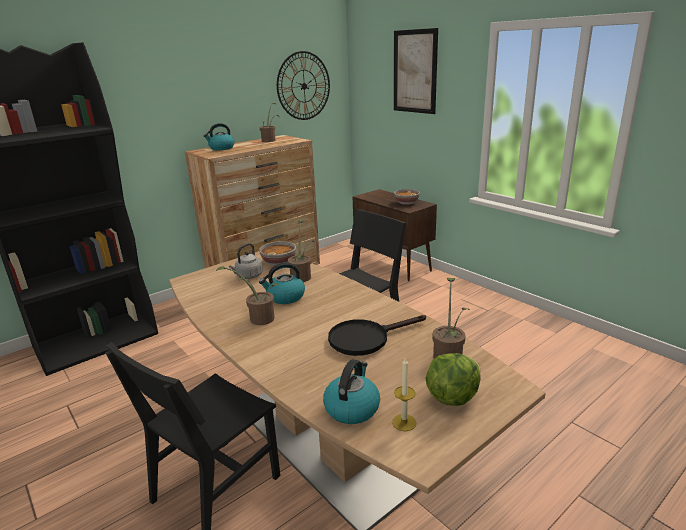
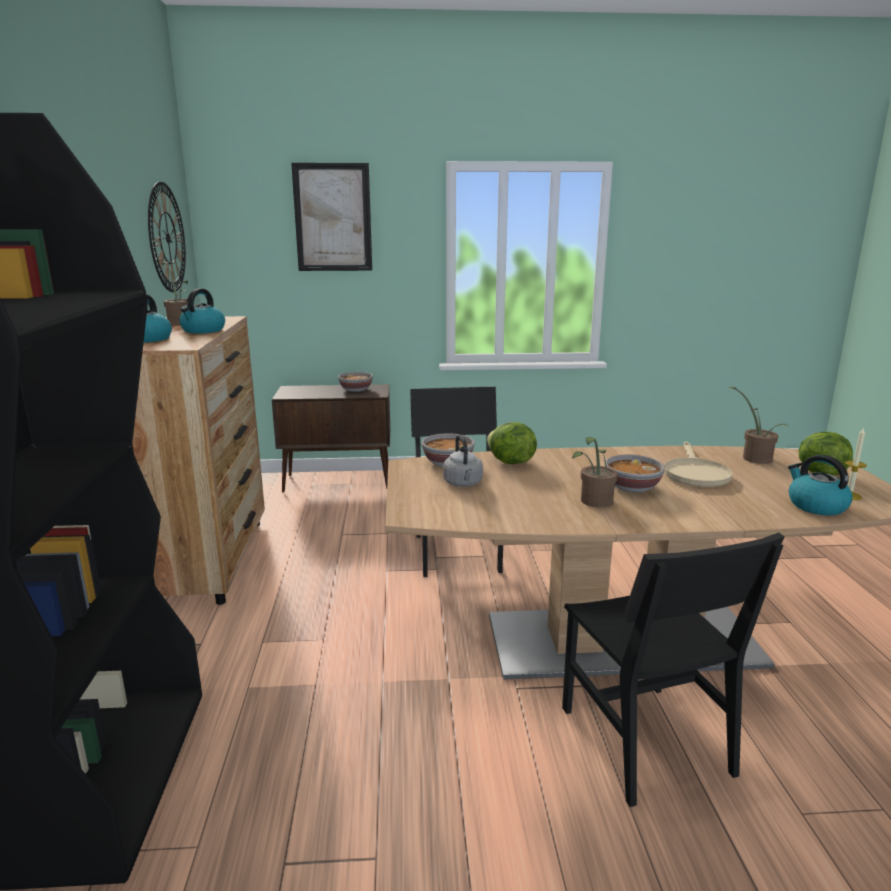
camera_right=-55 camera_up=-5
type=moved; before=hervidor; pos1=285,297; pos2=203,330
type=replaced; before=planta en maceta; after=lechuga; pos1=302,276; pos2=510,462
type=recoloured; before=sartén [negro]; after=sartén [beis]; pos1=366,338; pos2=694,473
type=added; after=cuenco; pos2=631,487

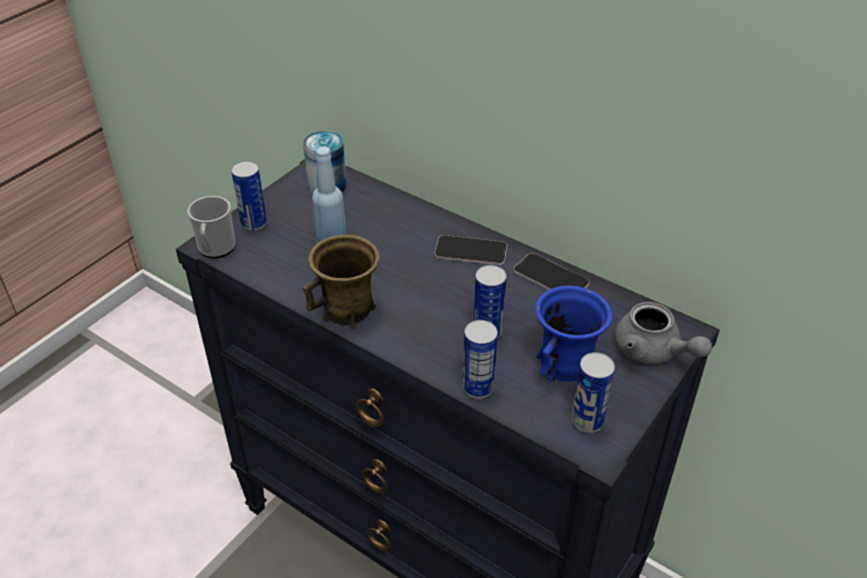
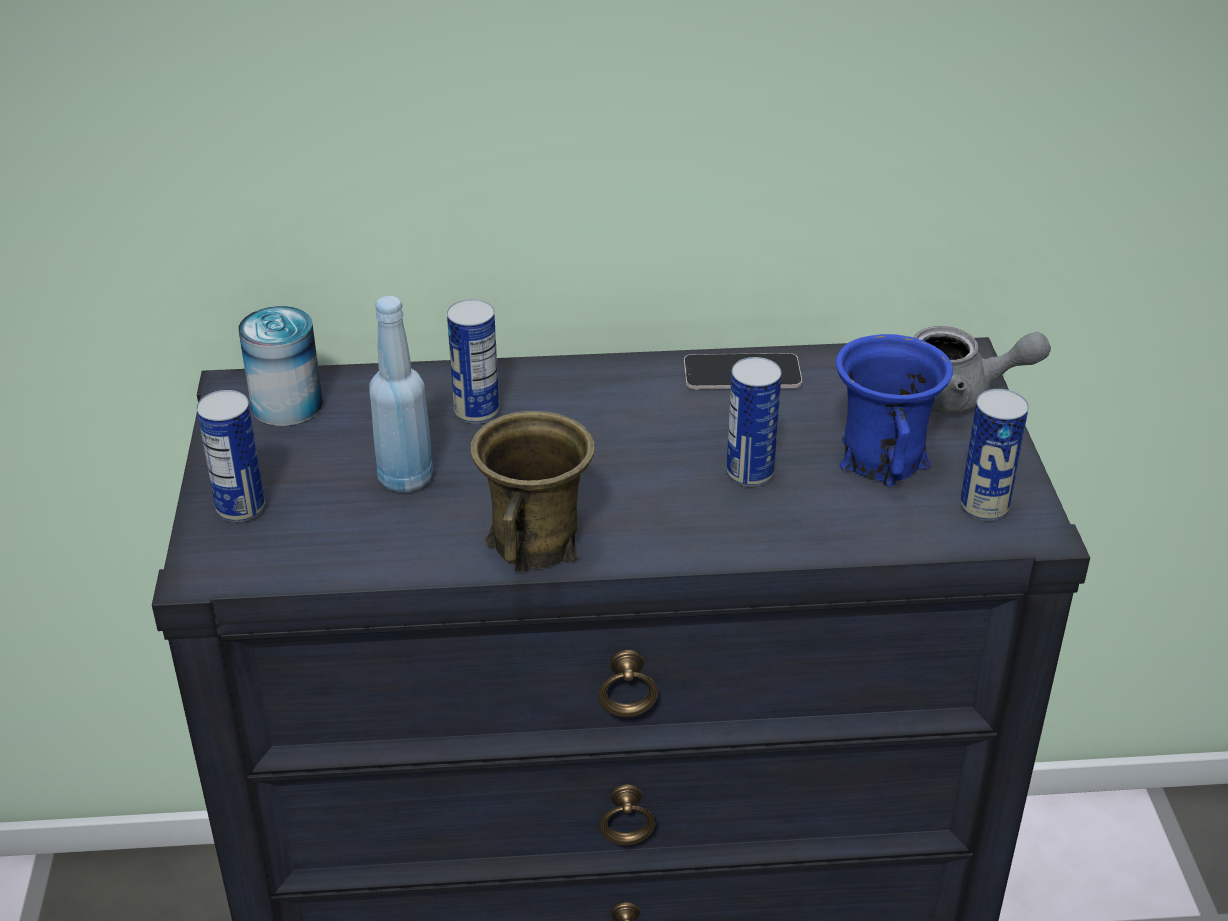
camera_right=-40 camera_up=-5
type=removed; before=taza grande; pos1=215,249
type=removed; before=móvil; pos1=471,251
type=moved; before=lata; pos1=478,388; pos2=476,411

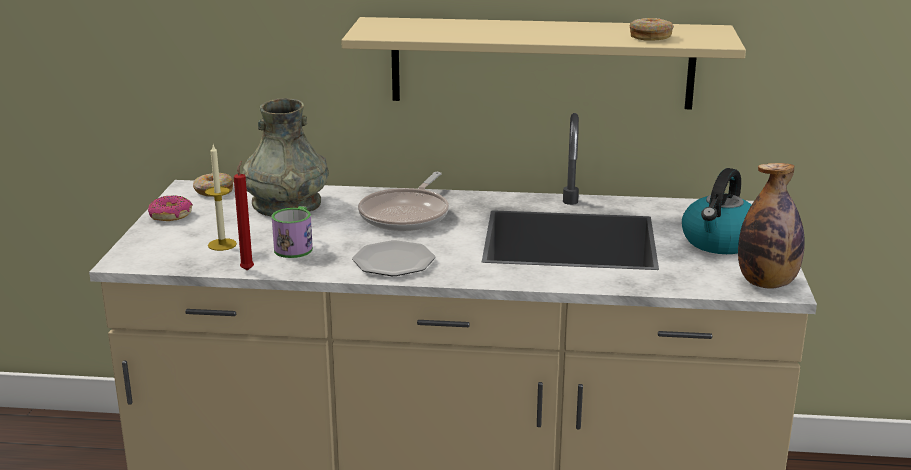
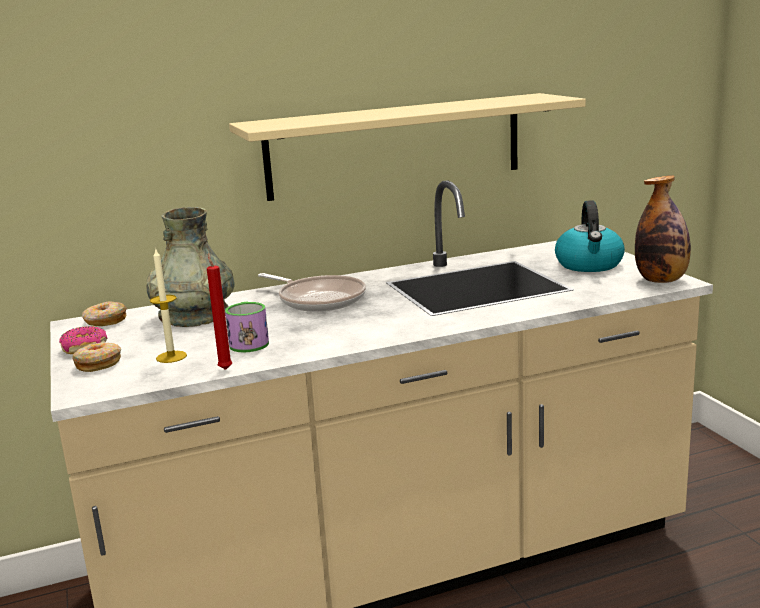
camera_right=-25 camera_up=-5
type=removed; before=plato; pos1=393,261
type=turned; before=sartén; pos1=407,215; pos2=318,299; turn=-45
type=moved; before=rosquilla; pos1=650,37; pos2=98,364

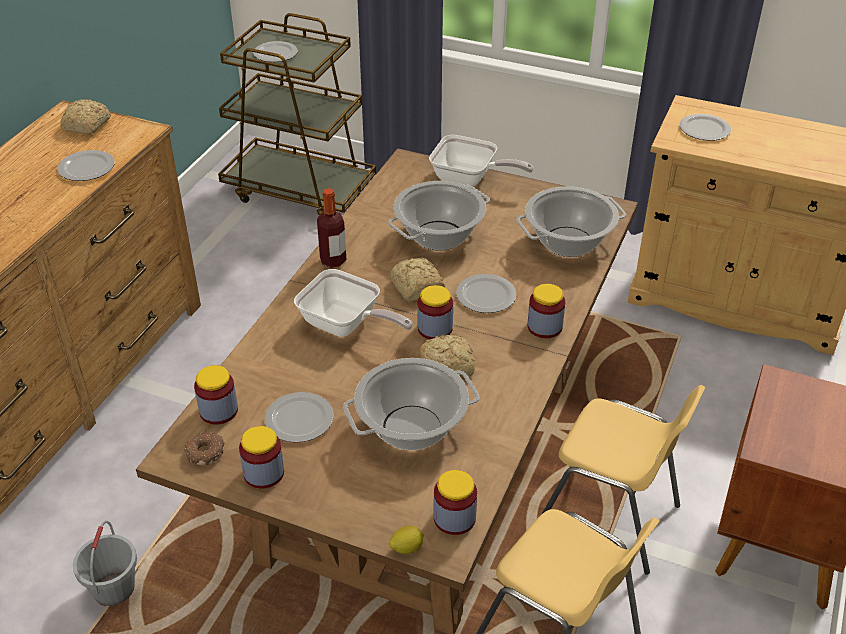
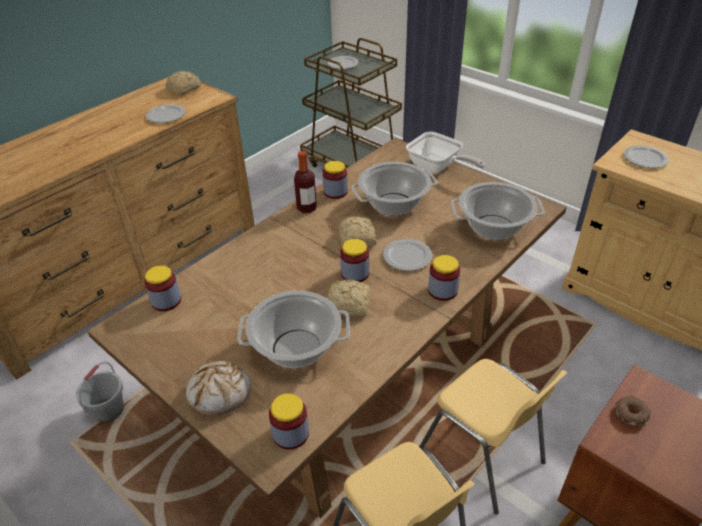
camera_right=20 camera_up=0
type=moved; before=rosquilla; pos1=205,452; pos2=631,413
type=moved; before=tarro; pos1=264,473; pos2=335,192
type=removed; before=plato; pos1=299,418
type=removed; before=sartén; pos1=346,326
type=removed; before=limón; pos1=406,548
type=added; after=pan; pos2=220,393

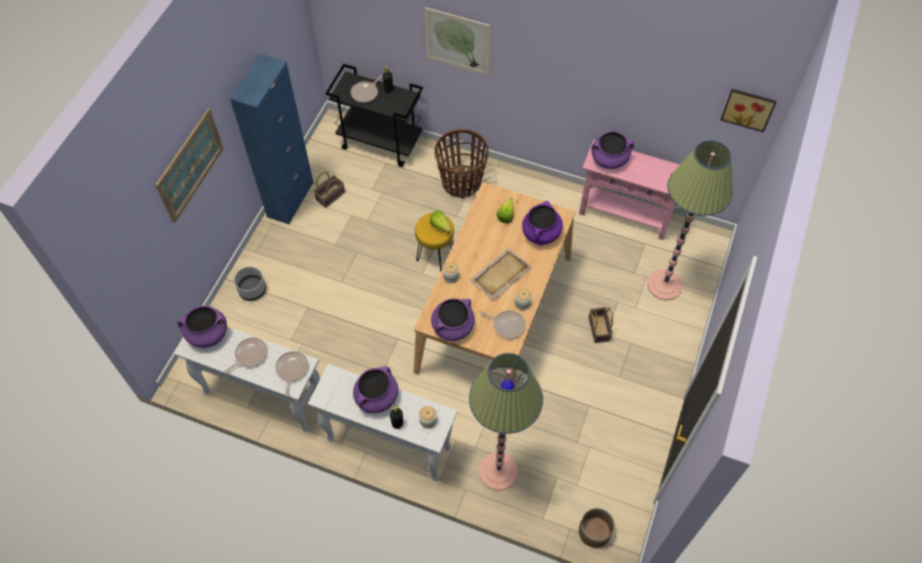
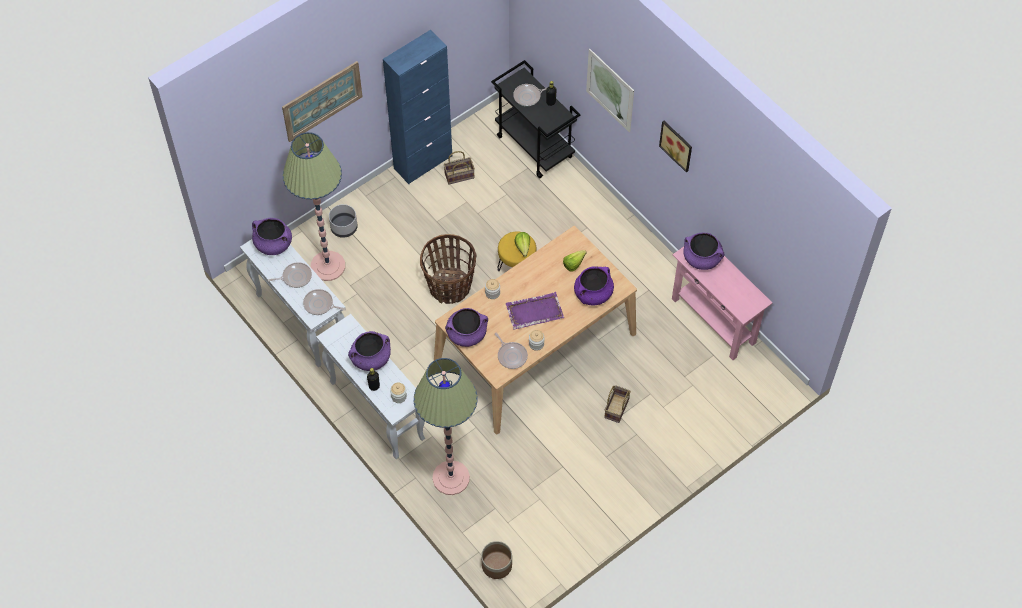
camera_right=30 camera_up=0
type=turned; before=sartén; pos1=292,370; pos2=320,304; turn=-105
type=moved; before=cesta; pos1=461,182; pos2=450,287
type=recoloured; before=bandeja [beis]; after=bandeja [morado]; pos1=500,275; pos2=534,312
type=moved; before=lámpara de pie; pos1=664,285; pos2=328,266
type=moved; before=cuadro; pos1=748,108; pos2=677,145

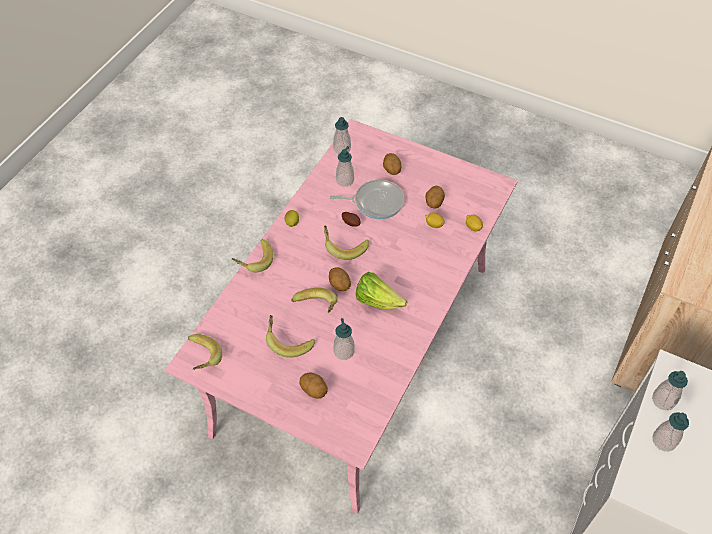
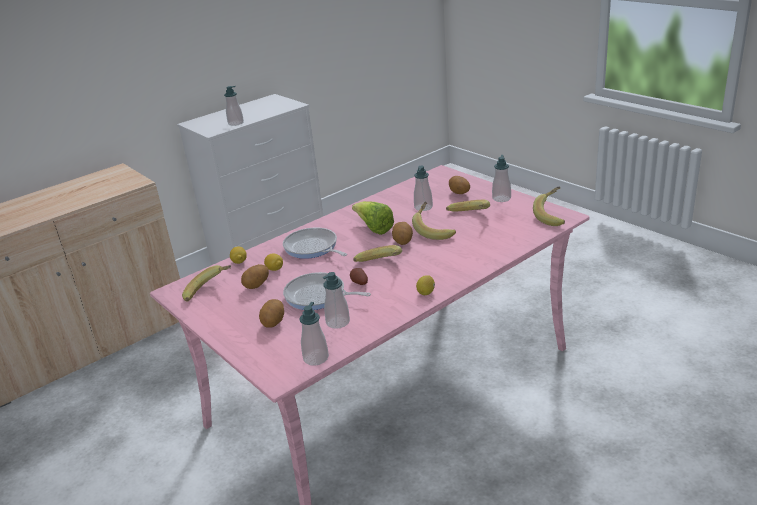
camera_right=-155 camera_up=-25
type=moved; before=plátano; pos1=253,261; pos2=210,292
type=moved; before=dispensador de jabón; pos1=664,440; pos2=501,198
type=added; after=sartén; pos2=312,248

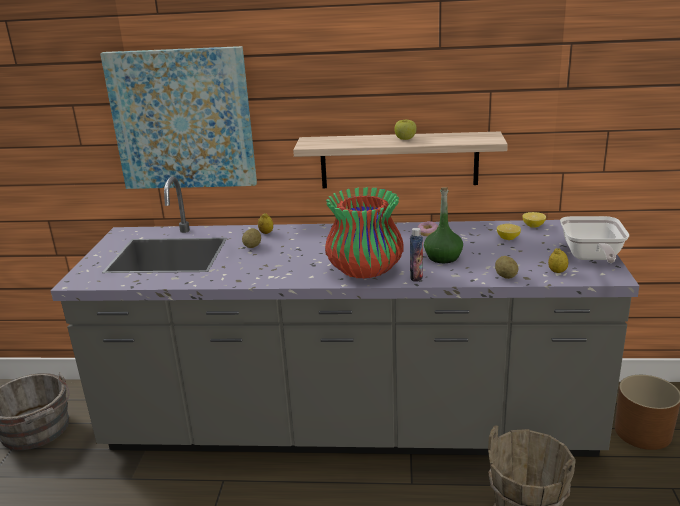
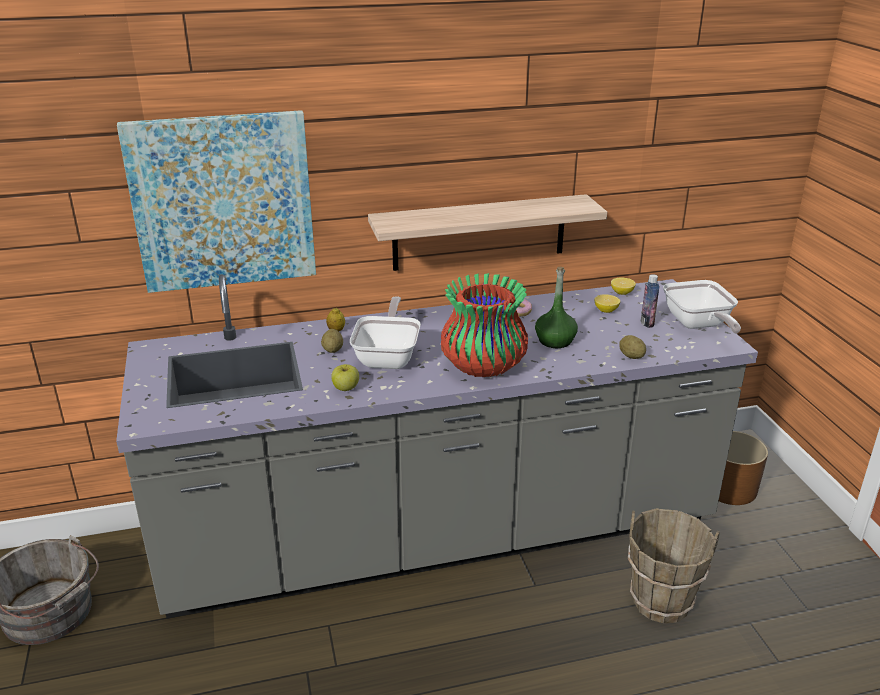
camera_right=-20 camera_up=5
type=moved; before=manzana; pos1=405,139; pos2=346,388
type=moved; before=botella; pos1=416,277; pos2=647,323
type=removed; before=limón; pos1=557,272
type=added; after=sartén; pos2=388,356

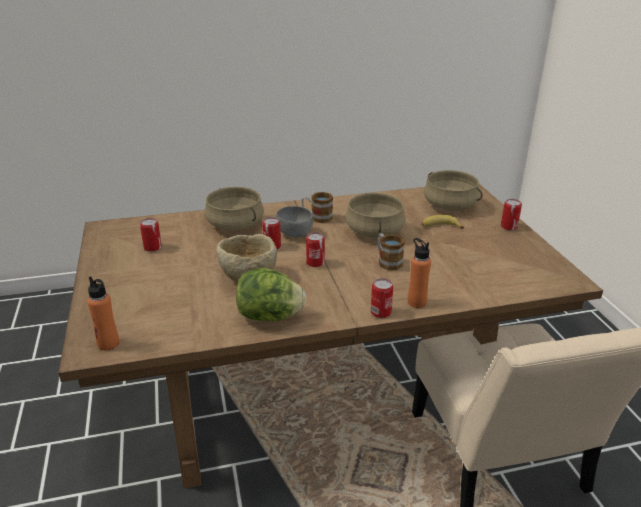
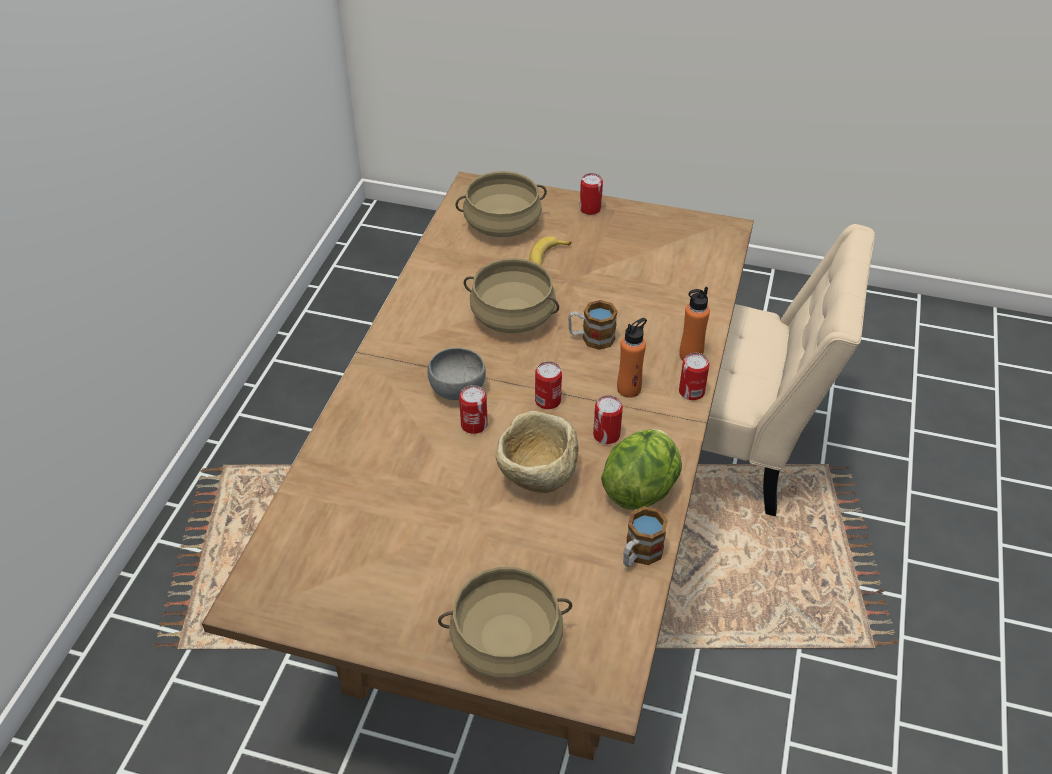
camera_right=-60 camera_up=15
type=moved; before=botella [naranja]; pos1=108,344; pos2=629,389
type=moved; before=lata; pos1=152,247; pos2=606,435
type=moved; before=olla [beis]; pos1=235,224; pos2=507,640
type=moved; before=taza grande; pos1=317,217; pos2=639,554

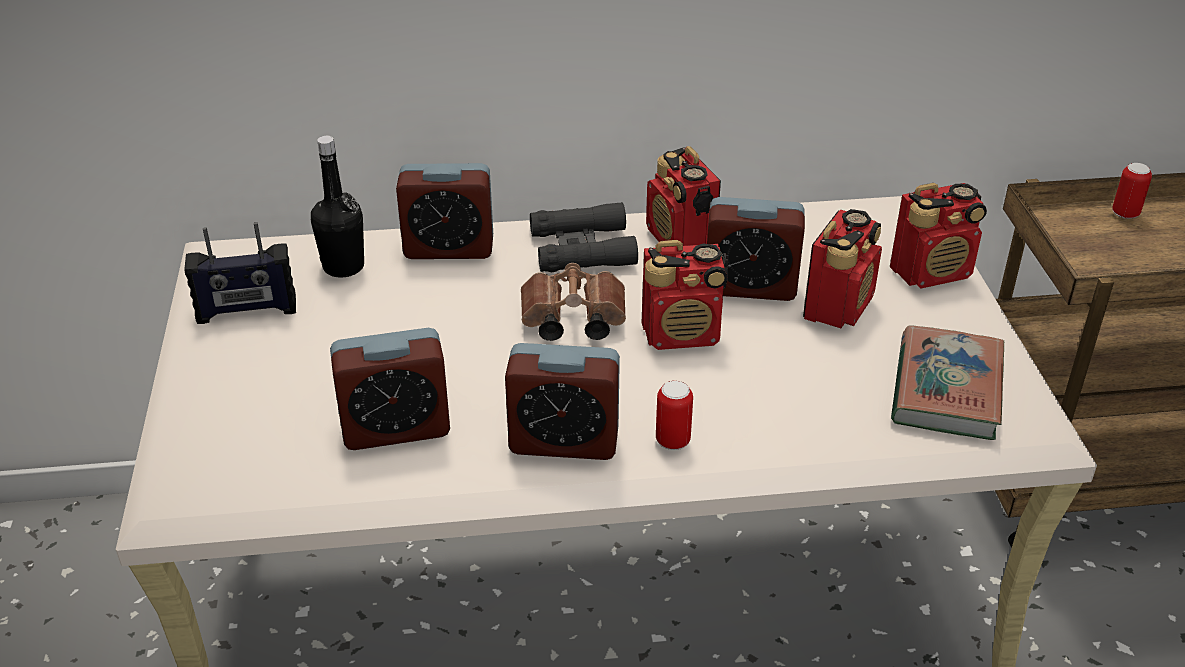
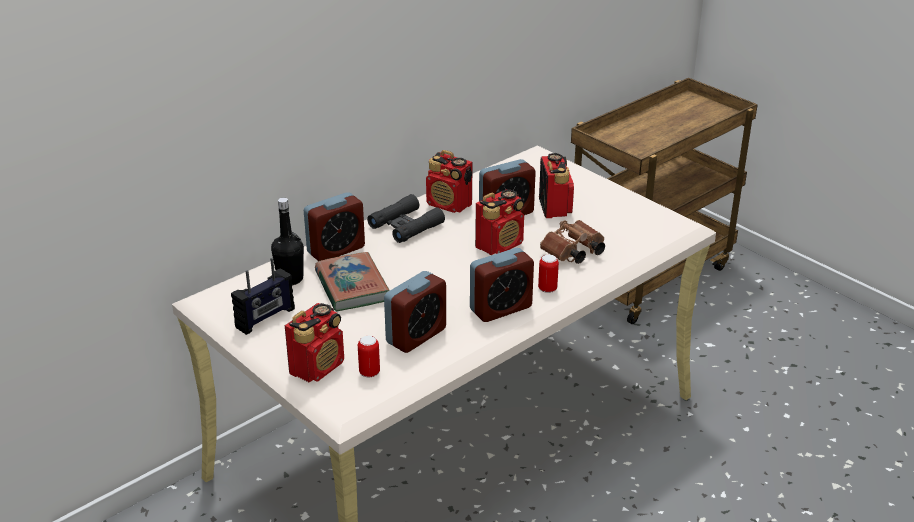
camera_right=-35 camera_up=-5
type=moved; before=prismáticos [marrón]; pos1=570,322; pos2=572,253
type=moved; before=radio; pos1=932,272; pos2=318,367
type=moved; before=libro; pos1=946,389; pos2=351,286
type=moved; before=lata; pos1=1125,213; pos2=369,372

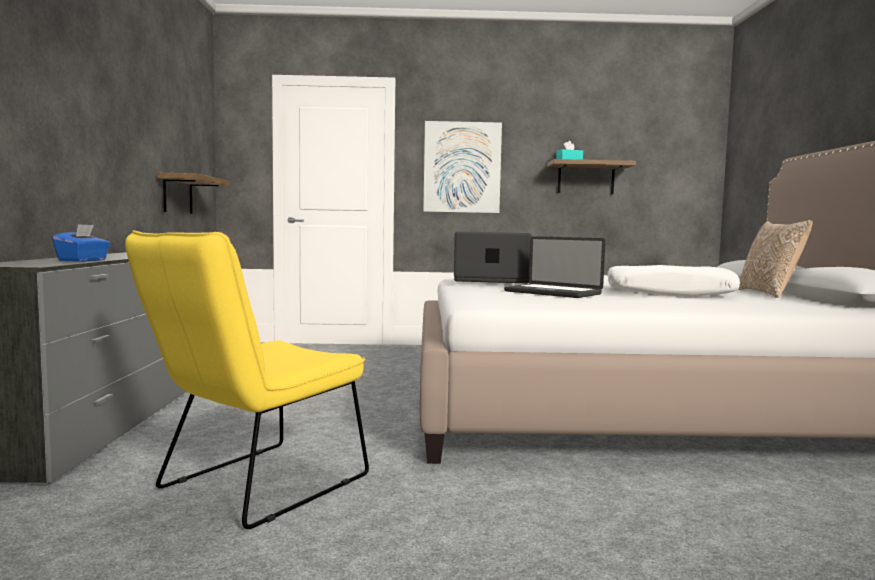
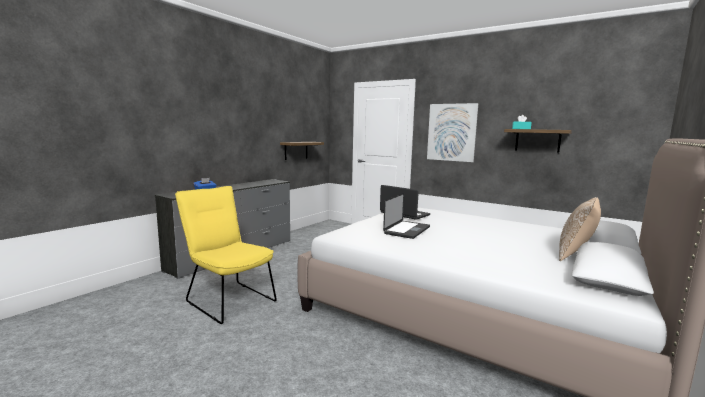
camera_right=35 camera_up=5
type=turned; before=silla [amarillo]; pos1=253,486; pos2=227,299; turn=60
type=turned; before=portátil; pos1=552,293; pos2=407,230; turn=-135
type=removed; before=cojín [blanco]; pos1=669,293

